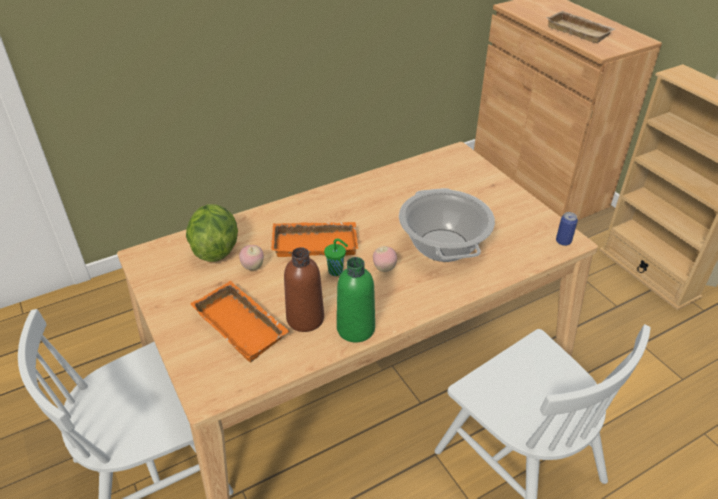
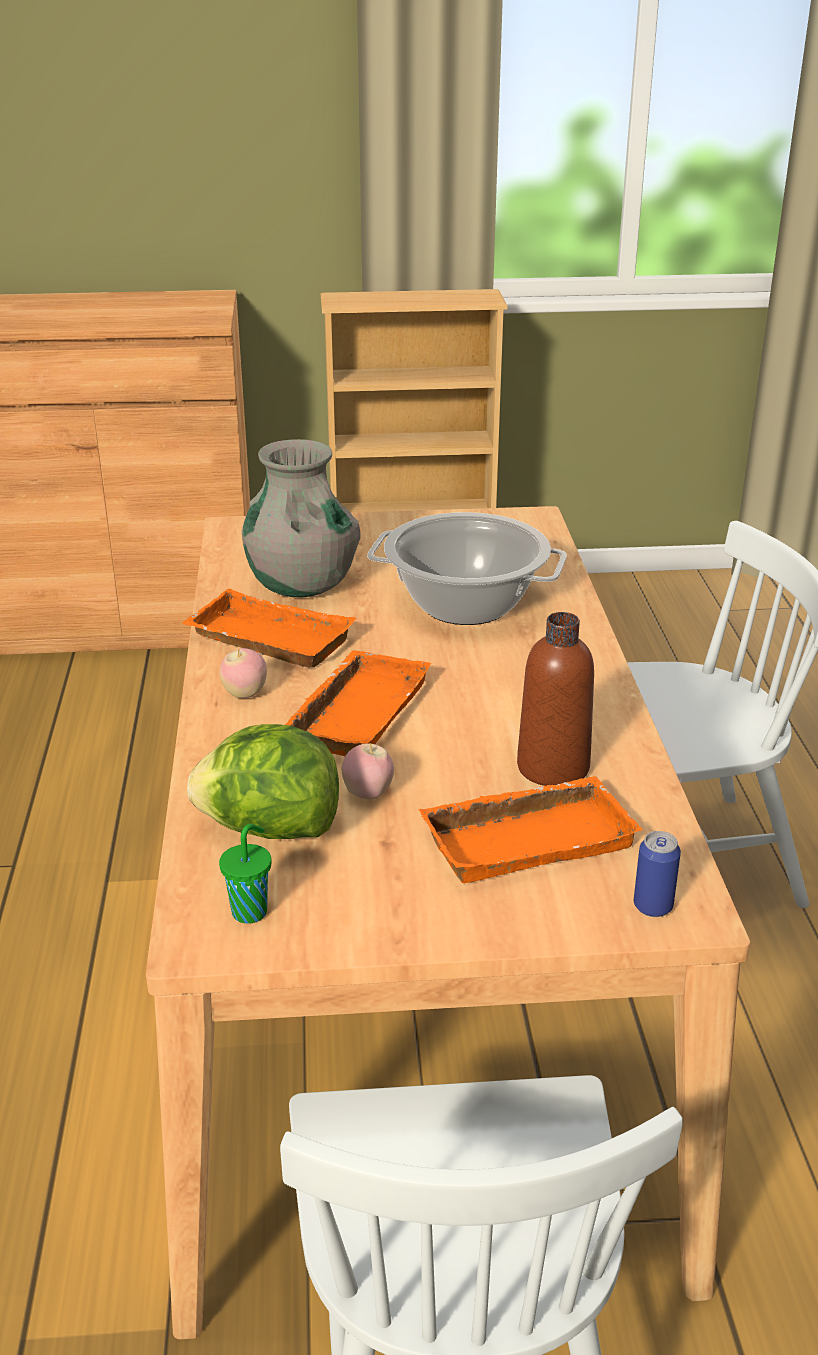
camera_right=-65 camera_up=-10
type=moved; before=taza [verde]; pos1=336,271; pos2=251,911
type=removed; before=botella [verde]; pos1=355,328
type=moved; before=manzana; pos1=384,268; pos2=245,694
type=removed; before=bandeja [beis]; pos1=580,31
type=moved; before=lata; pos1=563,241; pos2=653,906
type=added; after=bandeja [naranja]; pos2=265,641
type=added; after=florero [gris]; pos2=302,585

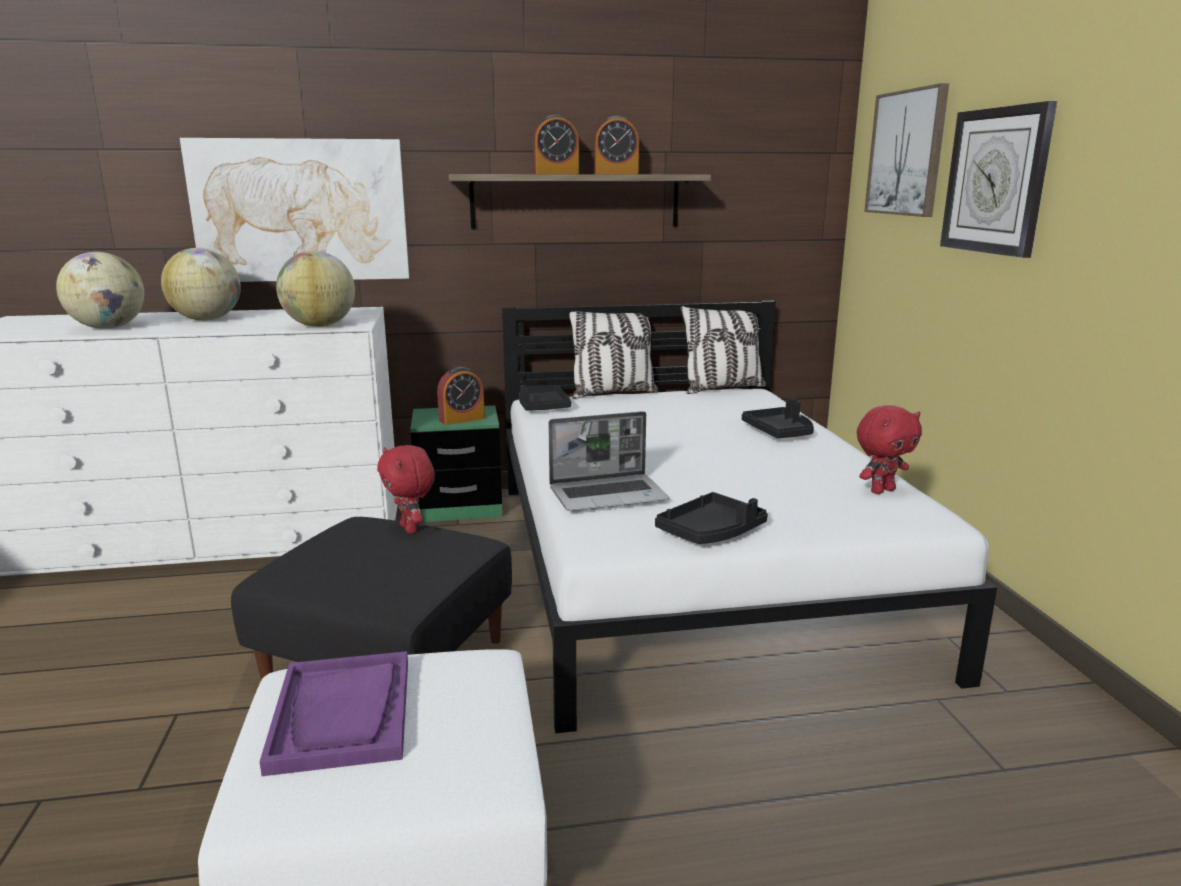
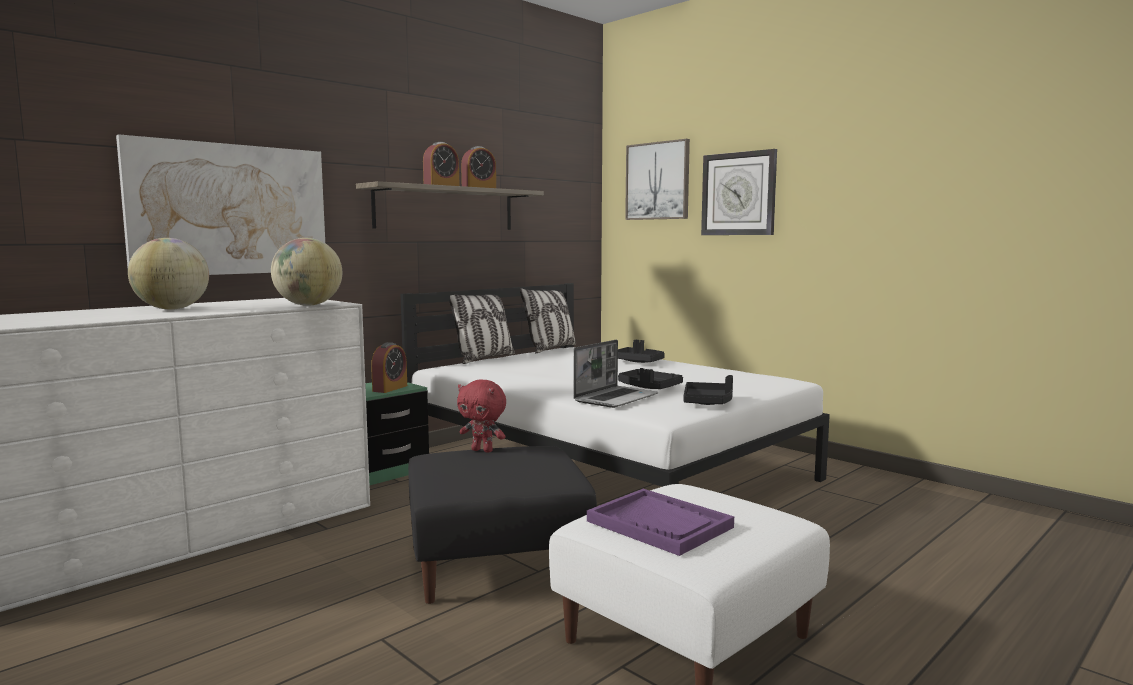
camera_right=-35 camera_up=-10
type=removed; before=globo terráqueo; pos1=109,328
type=moved; before=bandeja [negro]; pos1=542,407; pos2=648,388
type=removed; before=peluche [rojo]; pos1=881,490

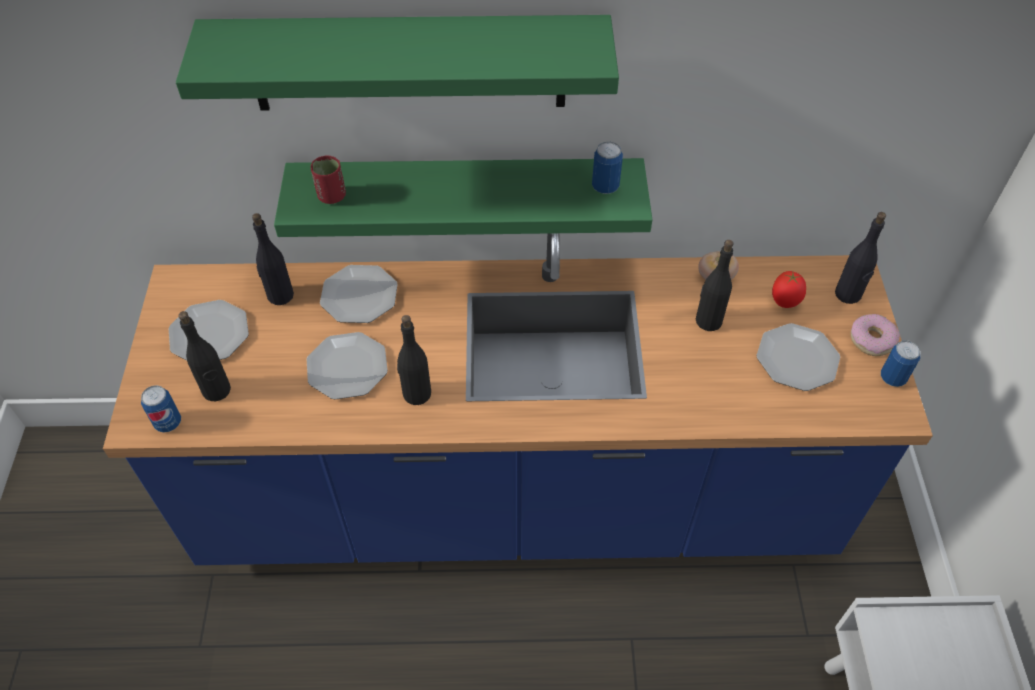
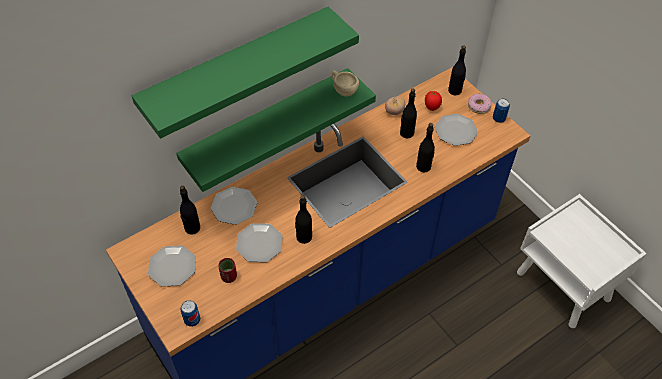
camera_right=-35 camera_up=0
type=moved; before=botella [negro]; pos1=216,390; pos2=423,167
type=moved; before=taza [rojo]; pos1=331,196; pos2=229,277
type=replaced; before=lata; after=taza [beis]; pos1=605,187; pos2=343,89

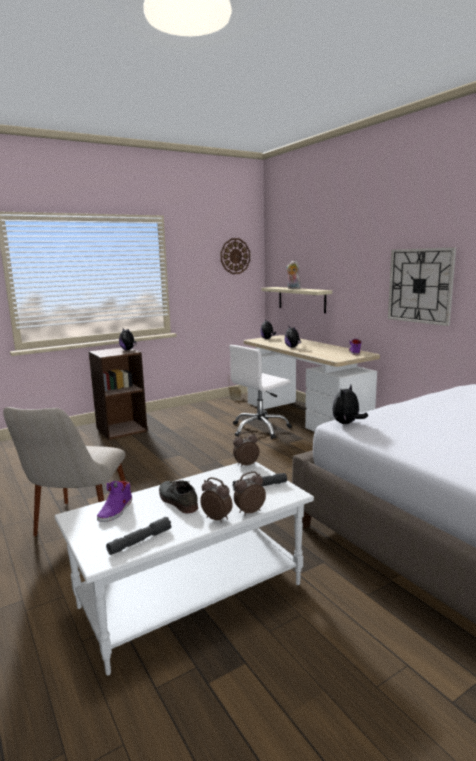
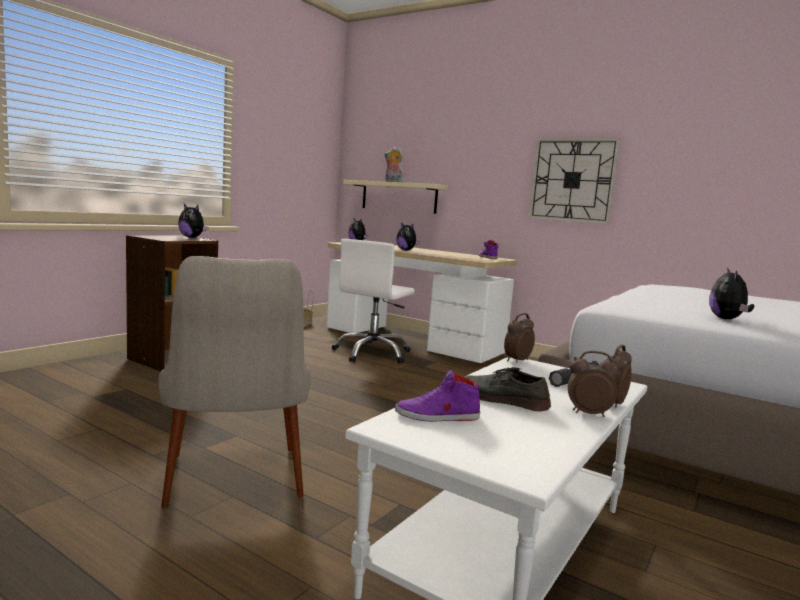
camera_right=-25 camera_up=-5
type=turned; before=zapato [morado]; pos1=116,510; pos2=437,416; turn=90
type=removed; before=linterna [gris]; pos1=140,541
type=removed; before=reloj de pared; pos1=235,256
type=moved; before=peluche; pos1=347,423; pos2=727,319

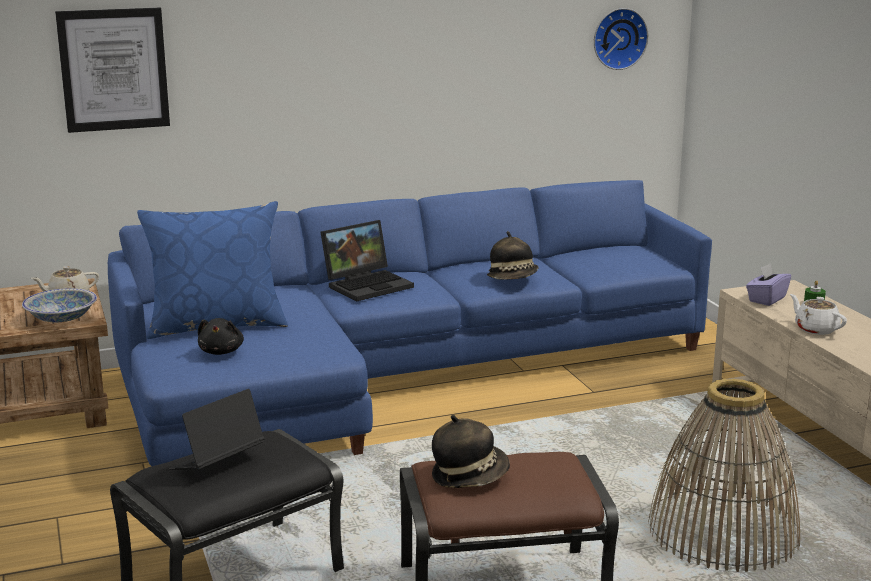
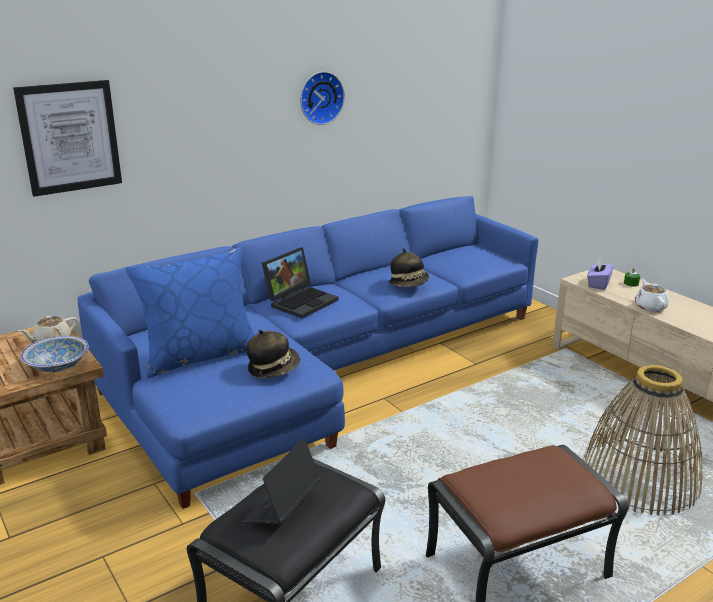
camera_right=-15 camera_up=5
type=removed; before=peluche [negro]; pos1=221,351
type=moved; before=sombrero; pos1=469,476; pos2=273,368
type=moved; before=reloj de pared; pos1=618,38; pos2=320,97
type=turned; before=tetera [blanco]; pos1=815,329; pos2=650,307; turn=45

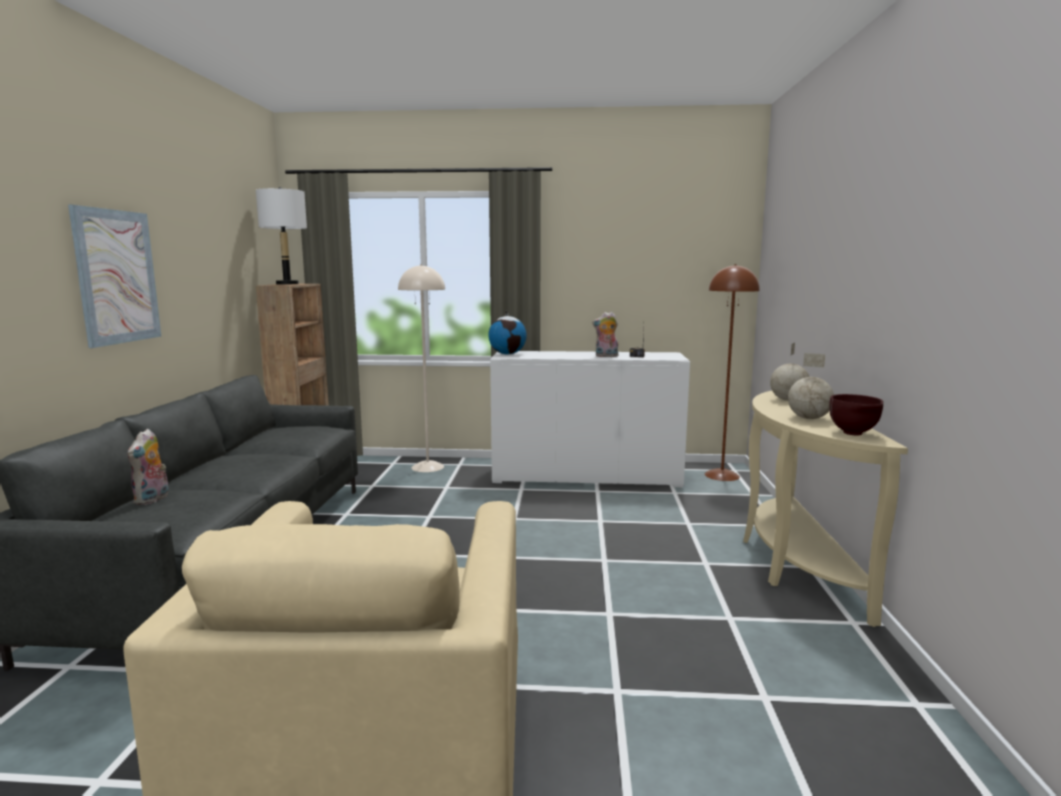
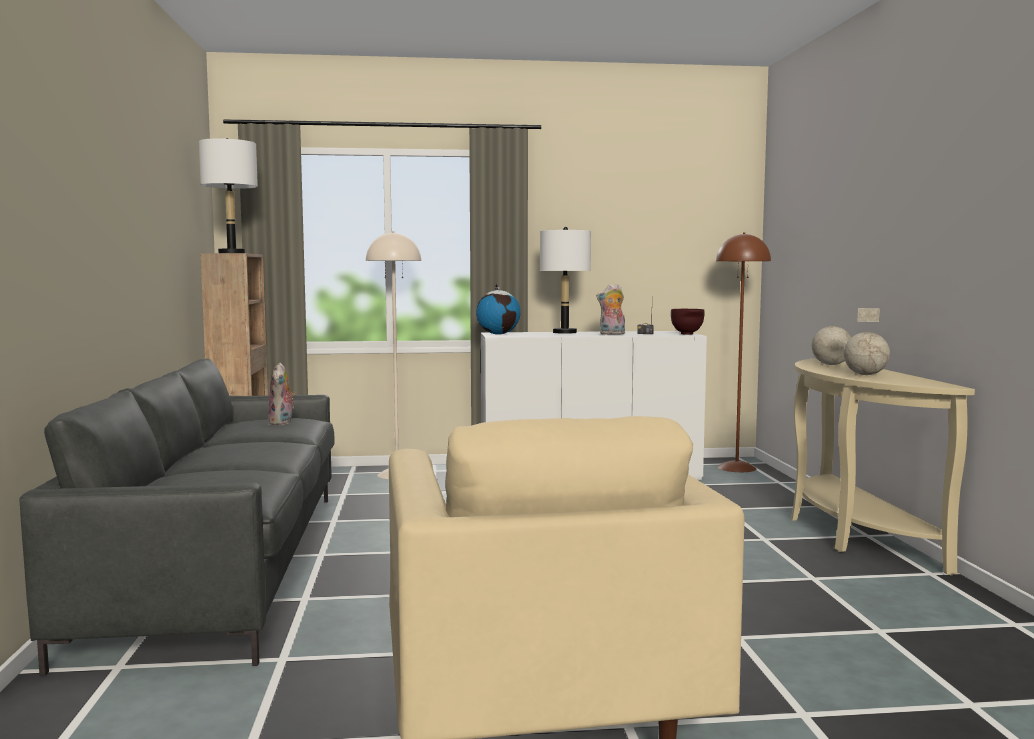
camera_right=-10 camera_up=-5
type=removed; before=cuadro; pos1=117,277
type=moved; before=peluche; pos1=153,499; pos2=282,423
type=moved; before=cuenco [marrón]; pos1=854,434; pos2=687,334
type=added; after=lámpara de mesa [blanco]; pos2=565,332

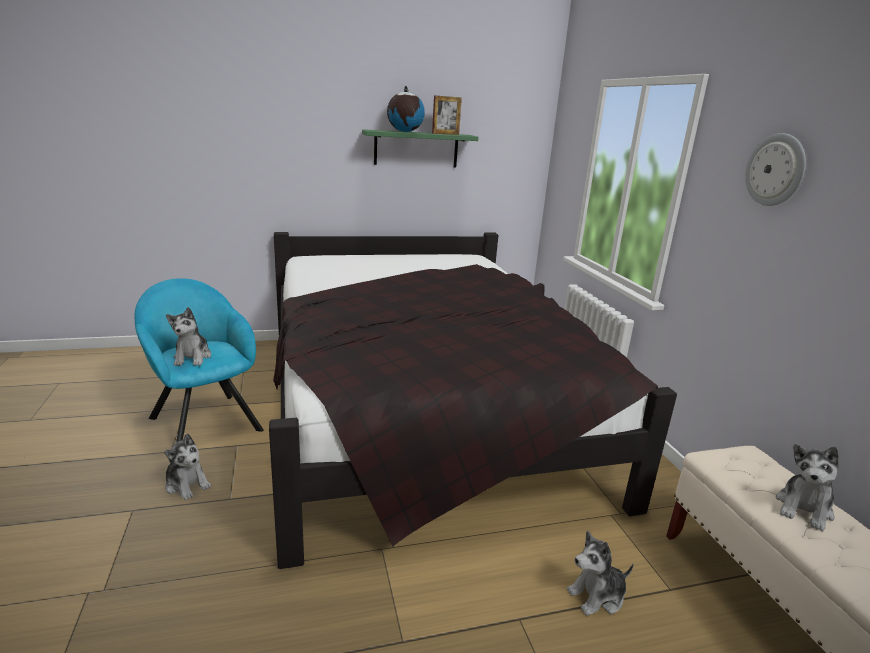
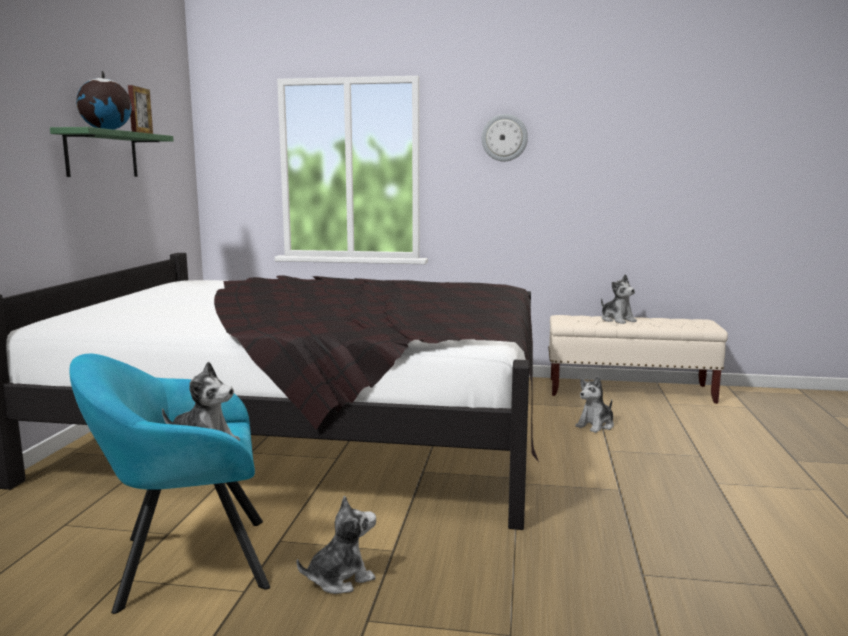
camera_right=-65 camera_up=-10
type=turned; before=peluche; pos1=597,596; pos2=596,425; turn=45

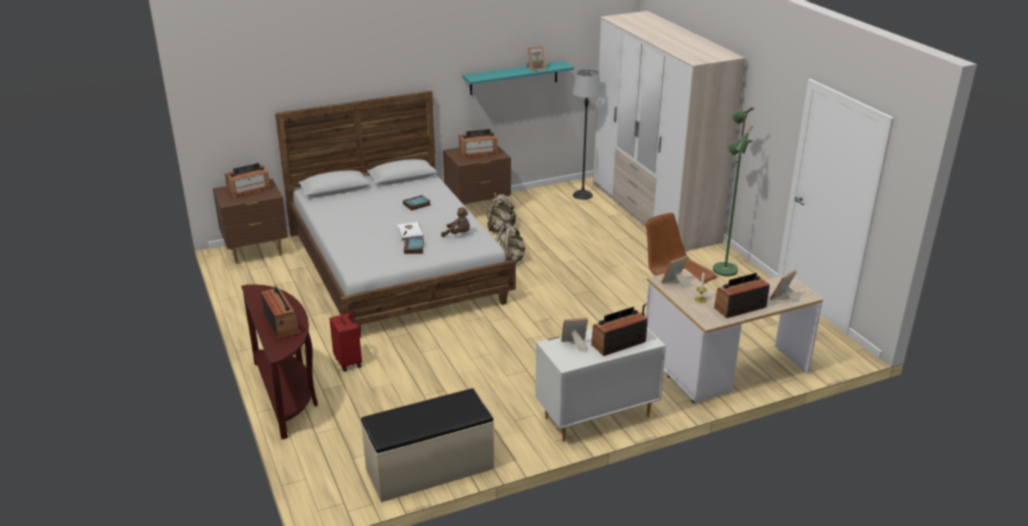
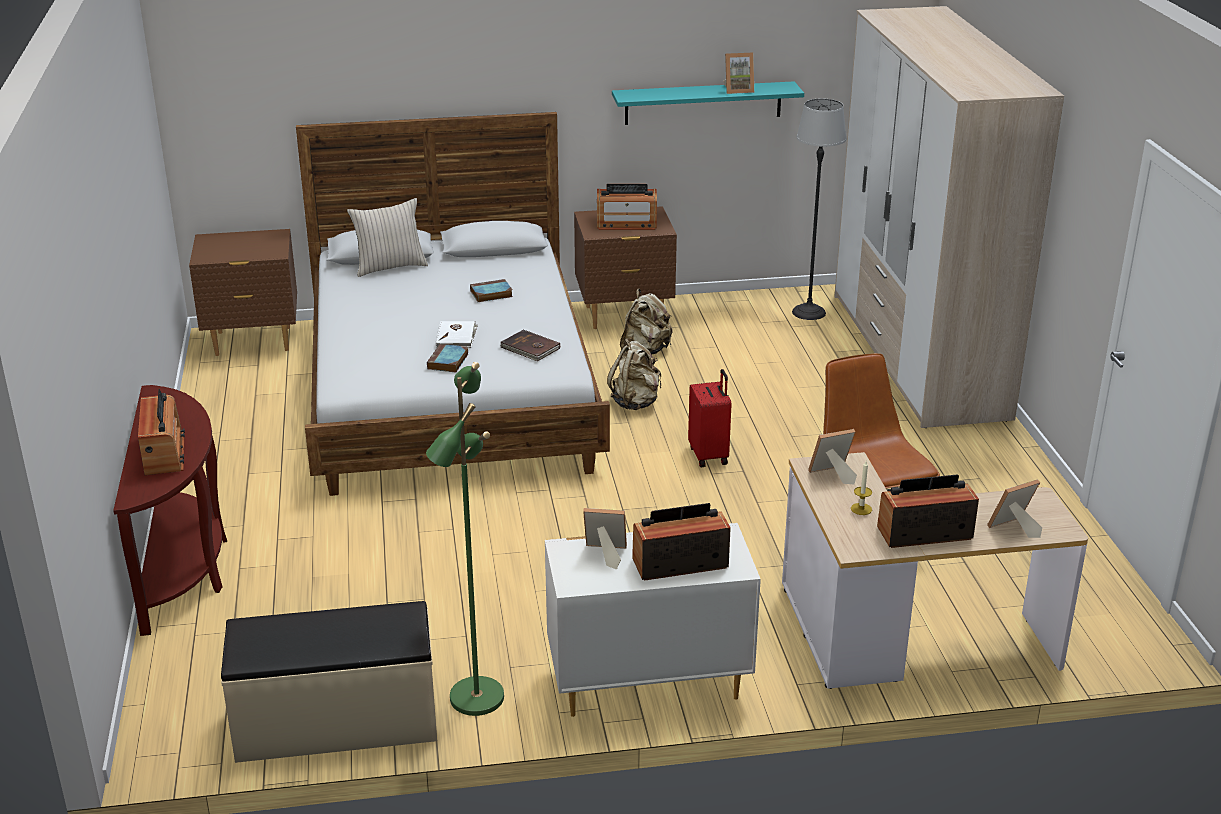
camera_right=15 camera_up=0
type=removed; before=radio; pos1=249,191
type=moved; before=maleta [rojo]; pos1=349,362; pos2=709,455
type=replaced; before=peluche [marrón]; after=libro [marrón]; pos1=458,234; pos2=530,348
type=moved; before=lámpara de pie [verde]; pos1=724,270; pos2=475,697
type=added; after=cojín [beis]; pos2=390,267

